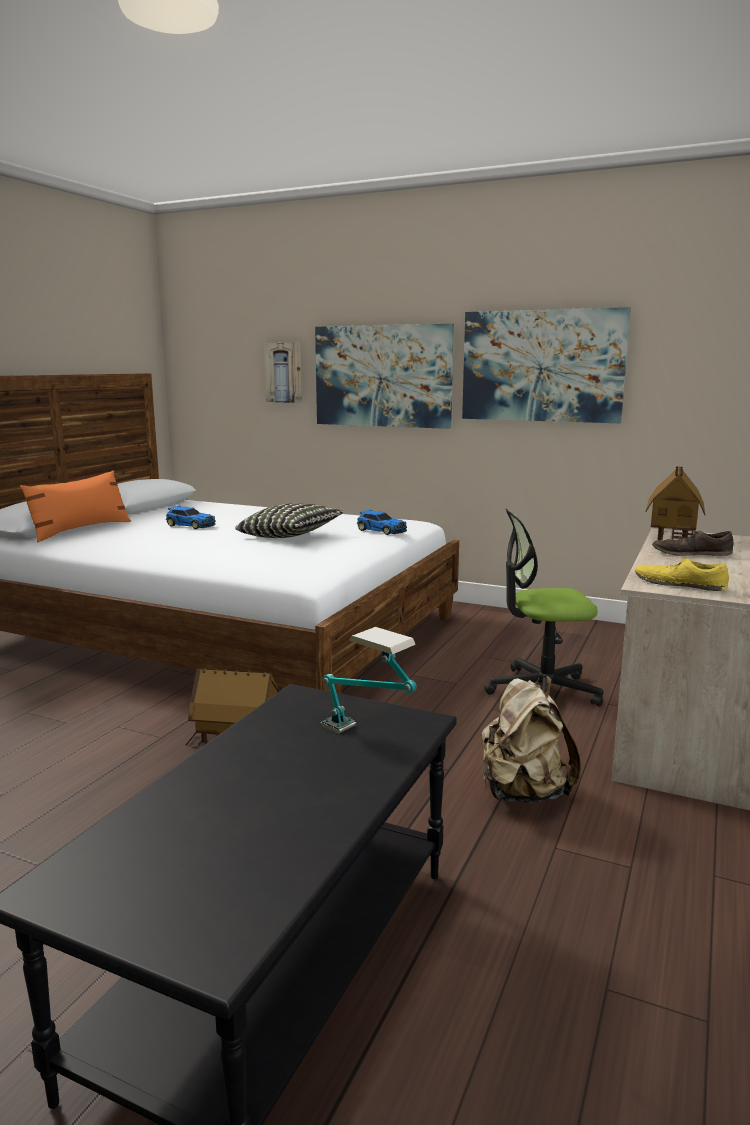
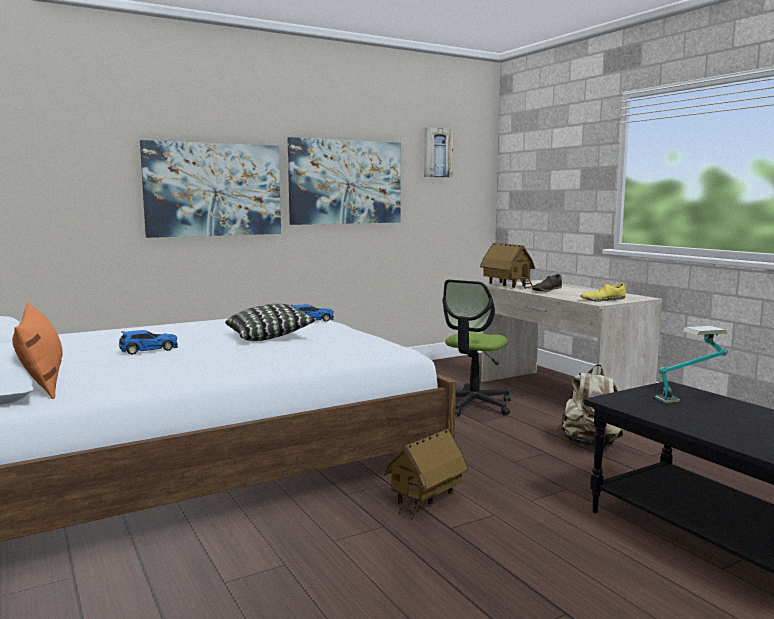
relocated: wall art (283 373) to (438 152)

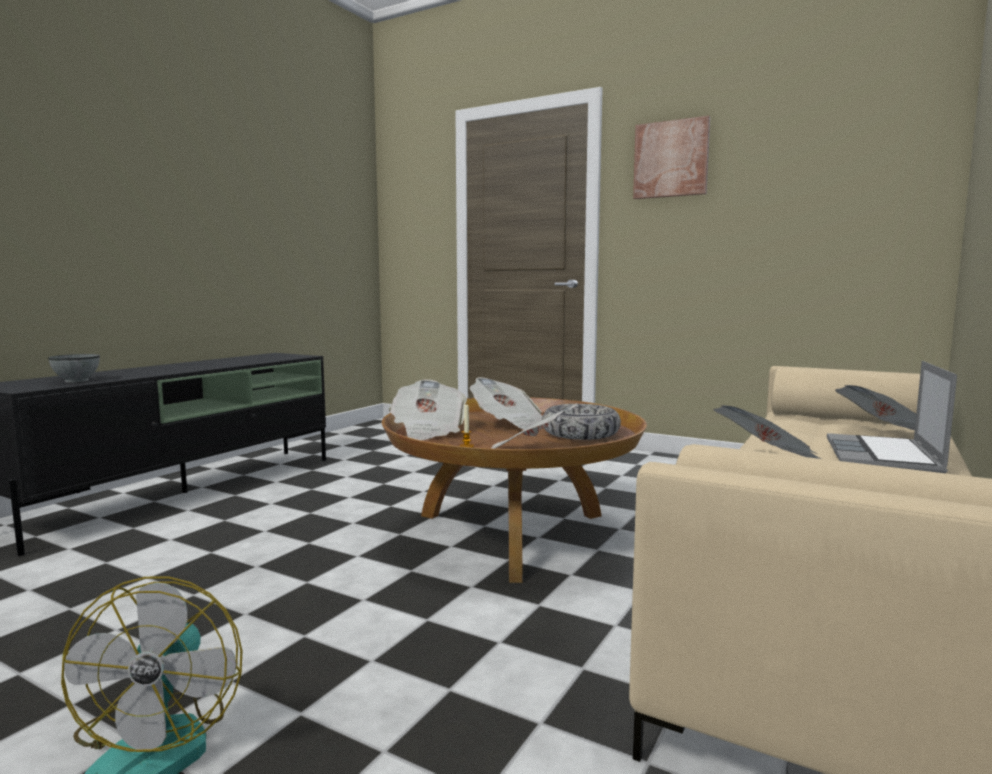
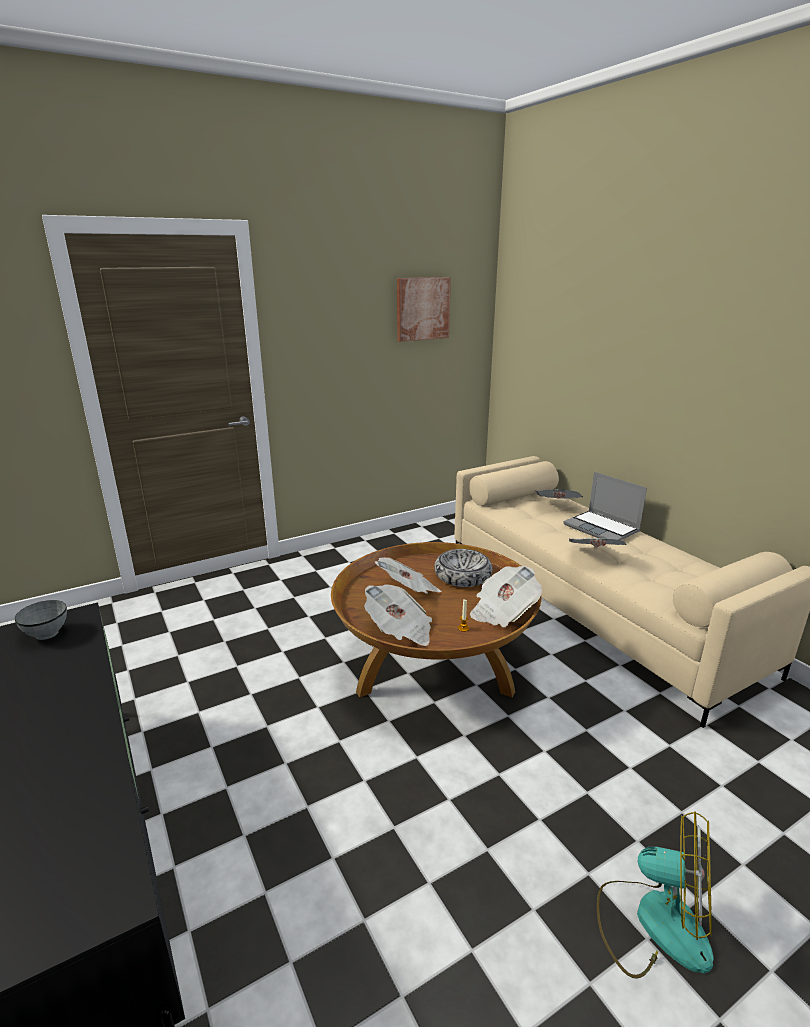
relocated: greyish bowl (74 368) to (41 620); wall art (671 157) to (424 309)

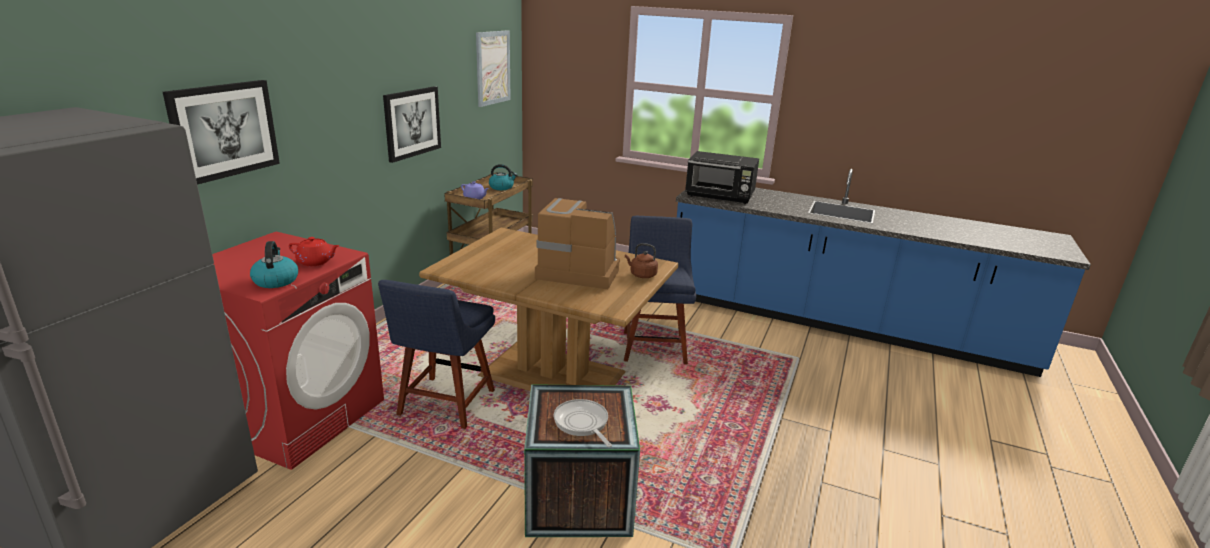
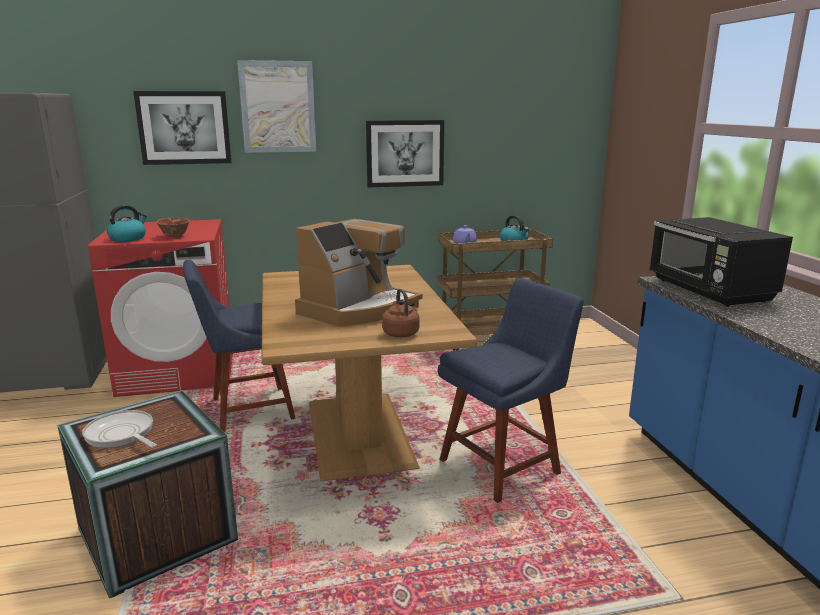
relocated: wall art (493 68) to (276 106)
exchanged: reddish tea pot (314 251) to bowl (173 227)
spun: coffee machine (577 243) = (358 273) 60 degrees clockwise; skillet (583 423) = (119 429) 75 degrees counterclockwise

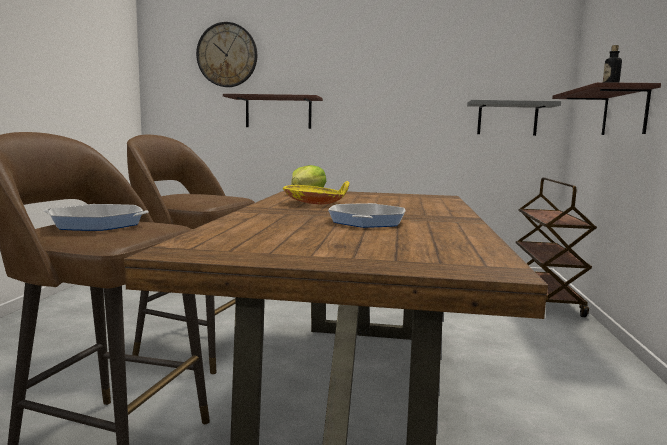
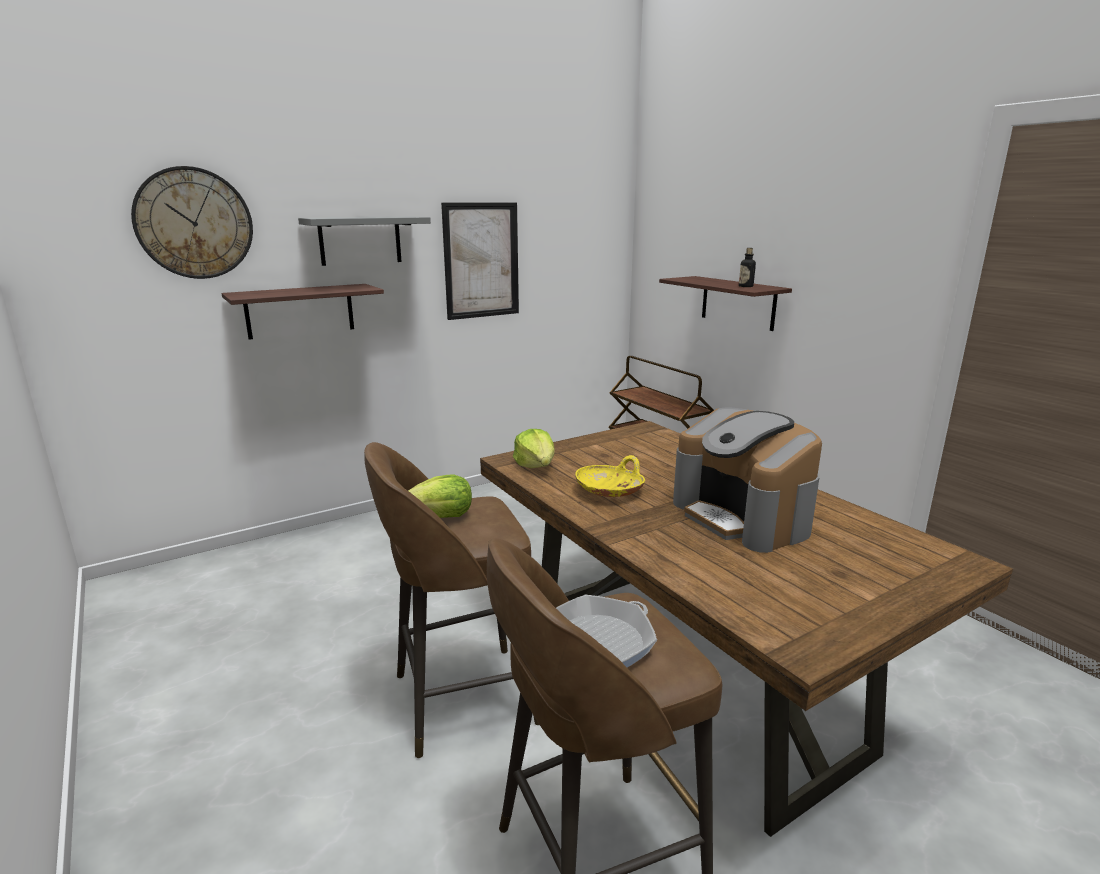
appeared: lettuce head (440 496); wall art (480 261)
relocated: greyish shelf (514 118) to (364 241)
exchanged: skillet (366 215) to coffee machine (747 480)

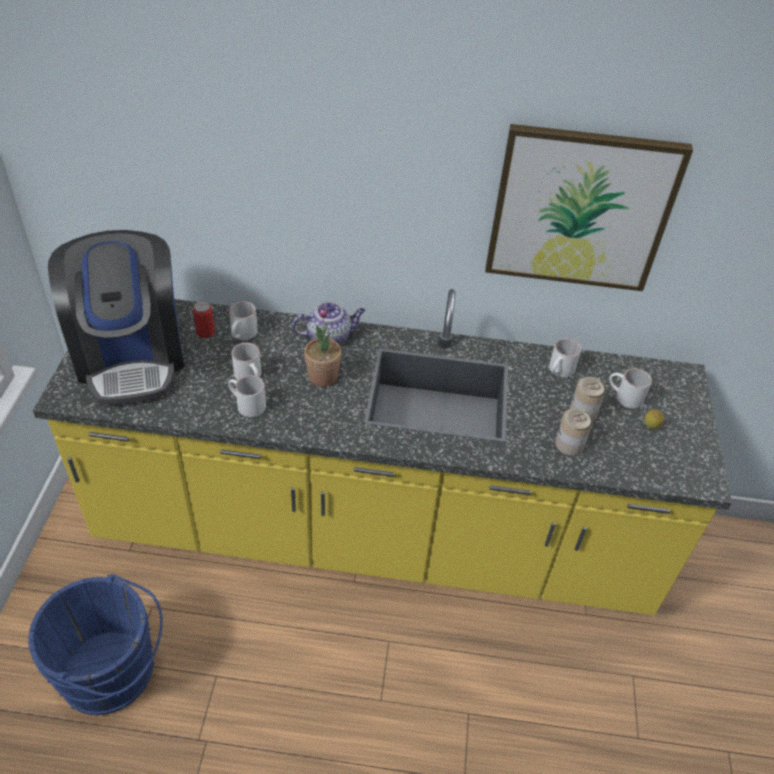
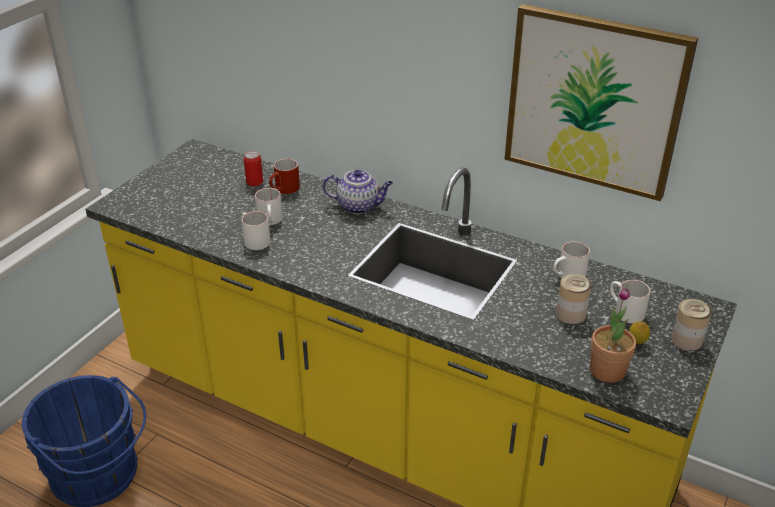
missing: coffee machine (116 317)
relocated: houseplant (323 347) to (613 335); can (574 432) to (691 325)
colour: white tea mug (243 320) to reddish tea mug (284 176)

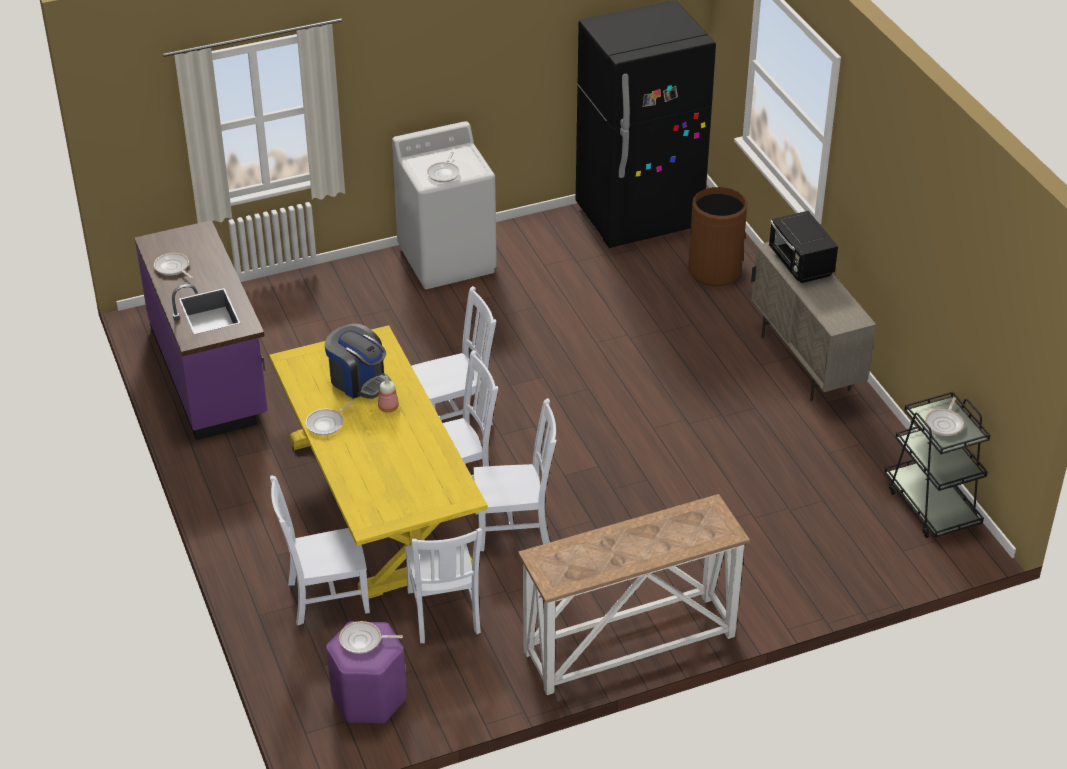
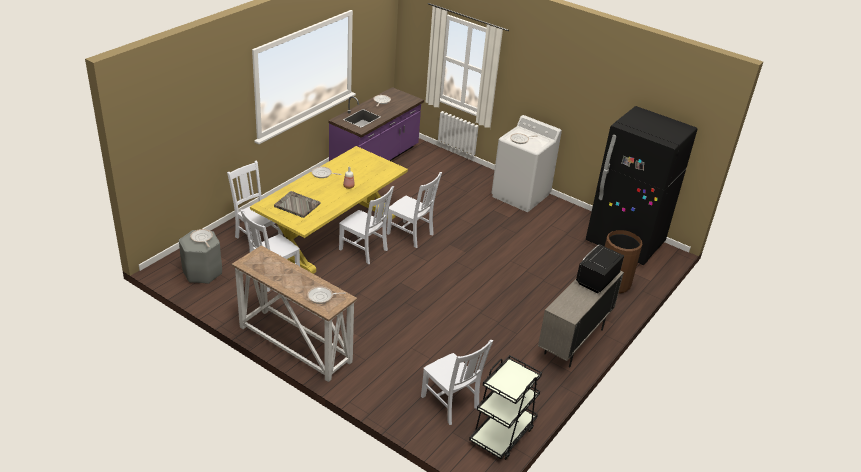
missing: coffee machine (357 361)
appeared: greyish serving tray (297 204)
relocated: white plain chair (515 474) to (457 382); skillet (944 416) to (326 295)
colour: purple sitting stool (366 672) to greyish sitting stool (200 257)

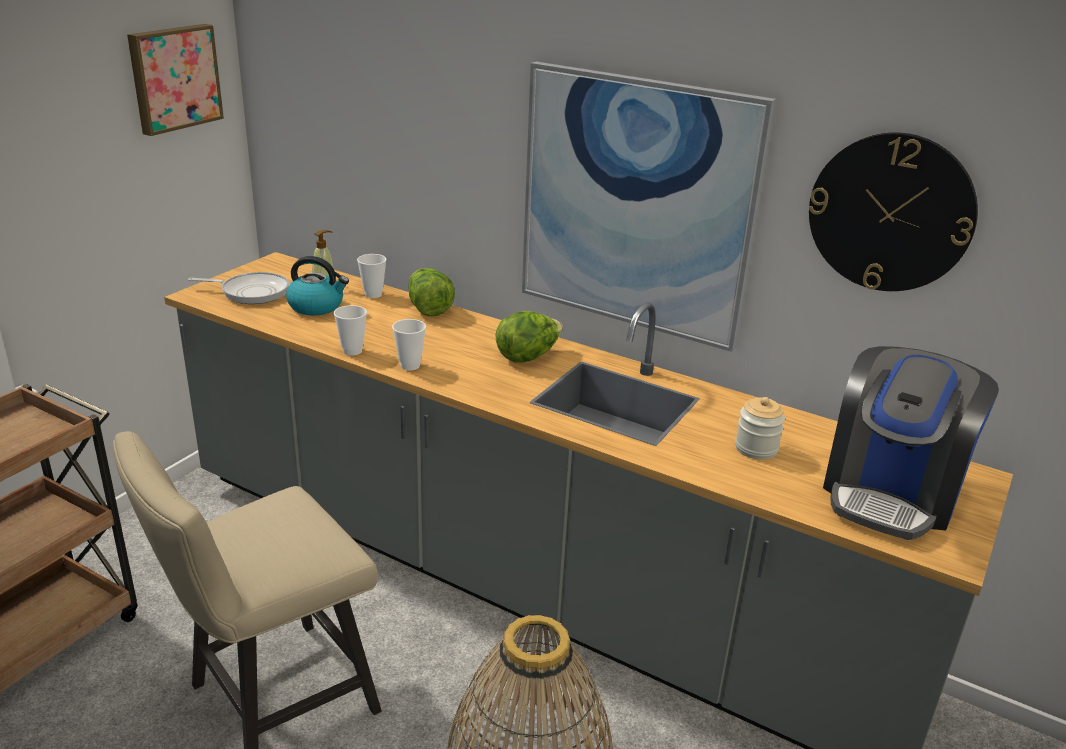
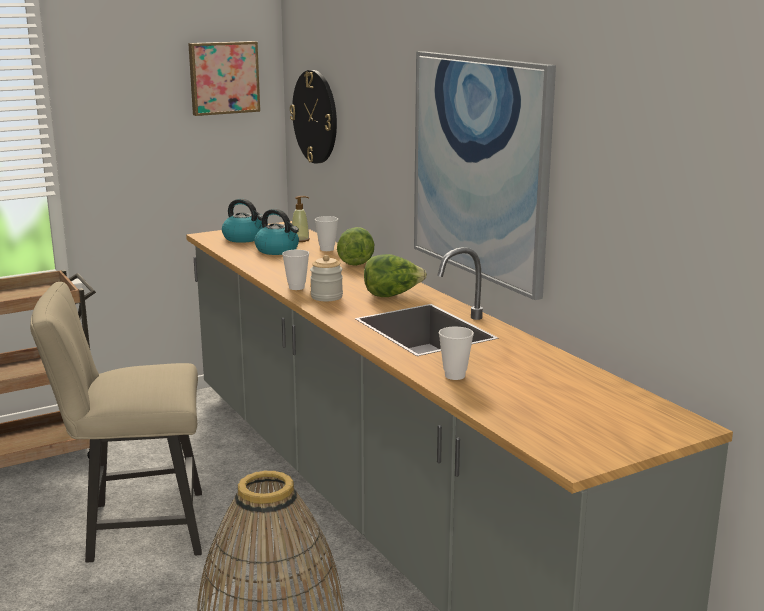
missing: coffee machine (911 443)
relocated: small cup (350 330) to (456 353); storage jar (760 428) to (326 278); wall clock (893 211) to (313 117)
exchanged: skillet (238 288) to kettle (242 220)

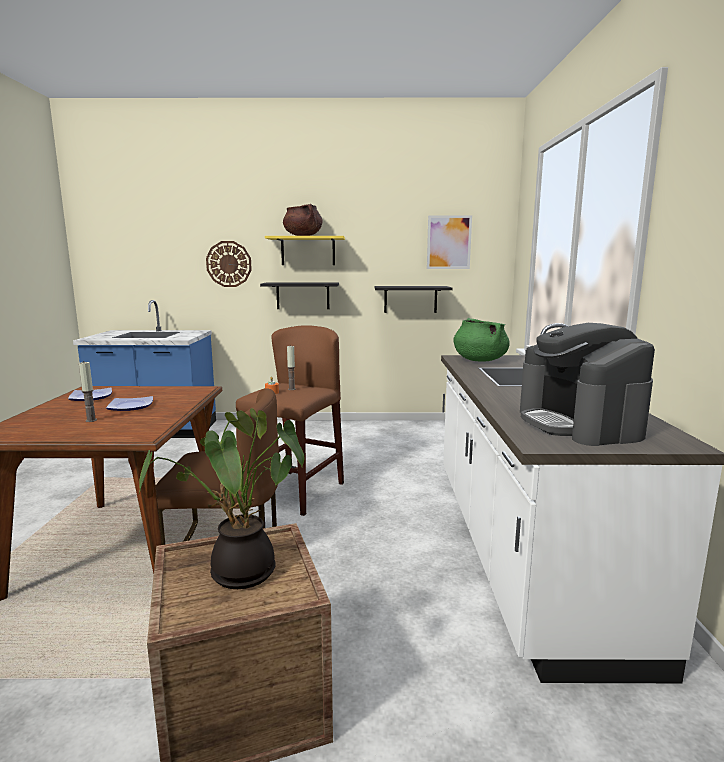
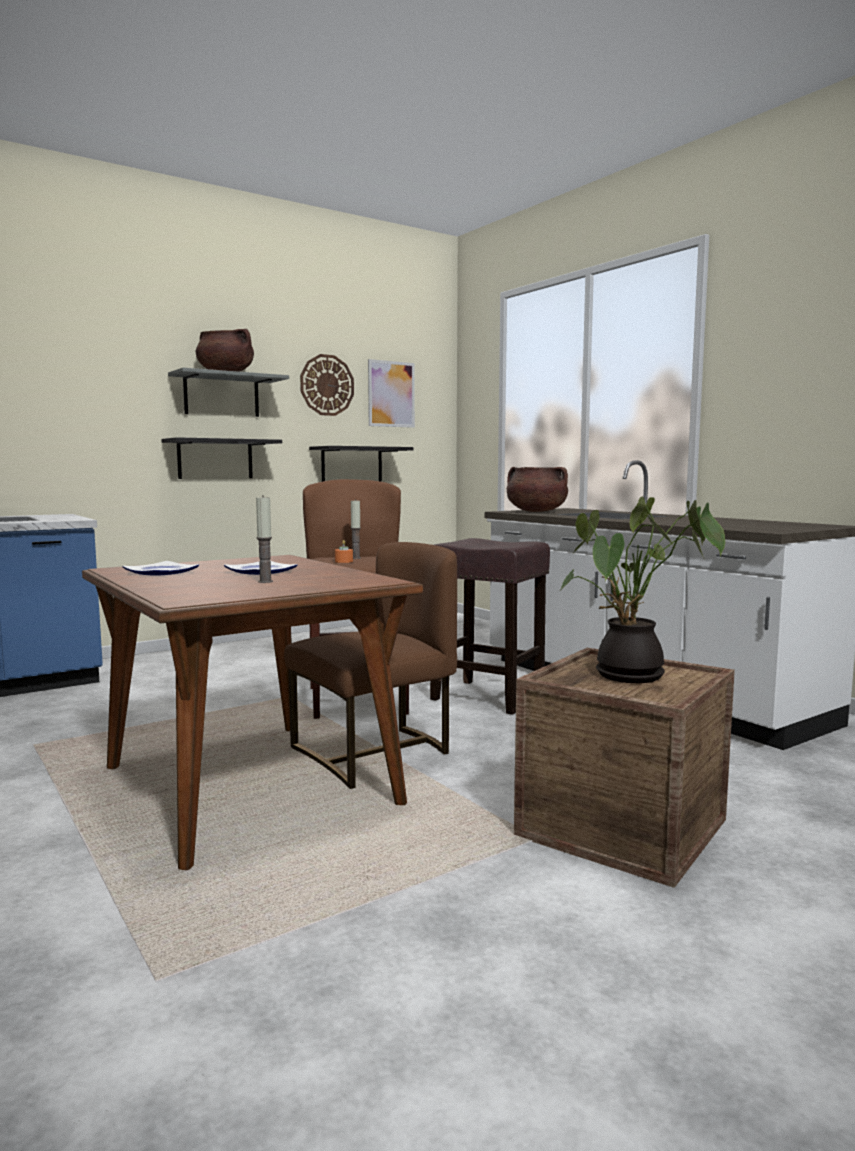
missing: coffee machine (587 384)
appeared: brownish sitting stool (490 626)
relocated: wall clock (229 264) to (327 385)
colour: yellow-coloured shelf (305 250) to greyish shelf (228 392); green cooking pot (481 339) to brownish cooking pot (537 489)

